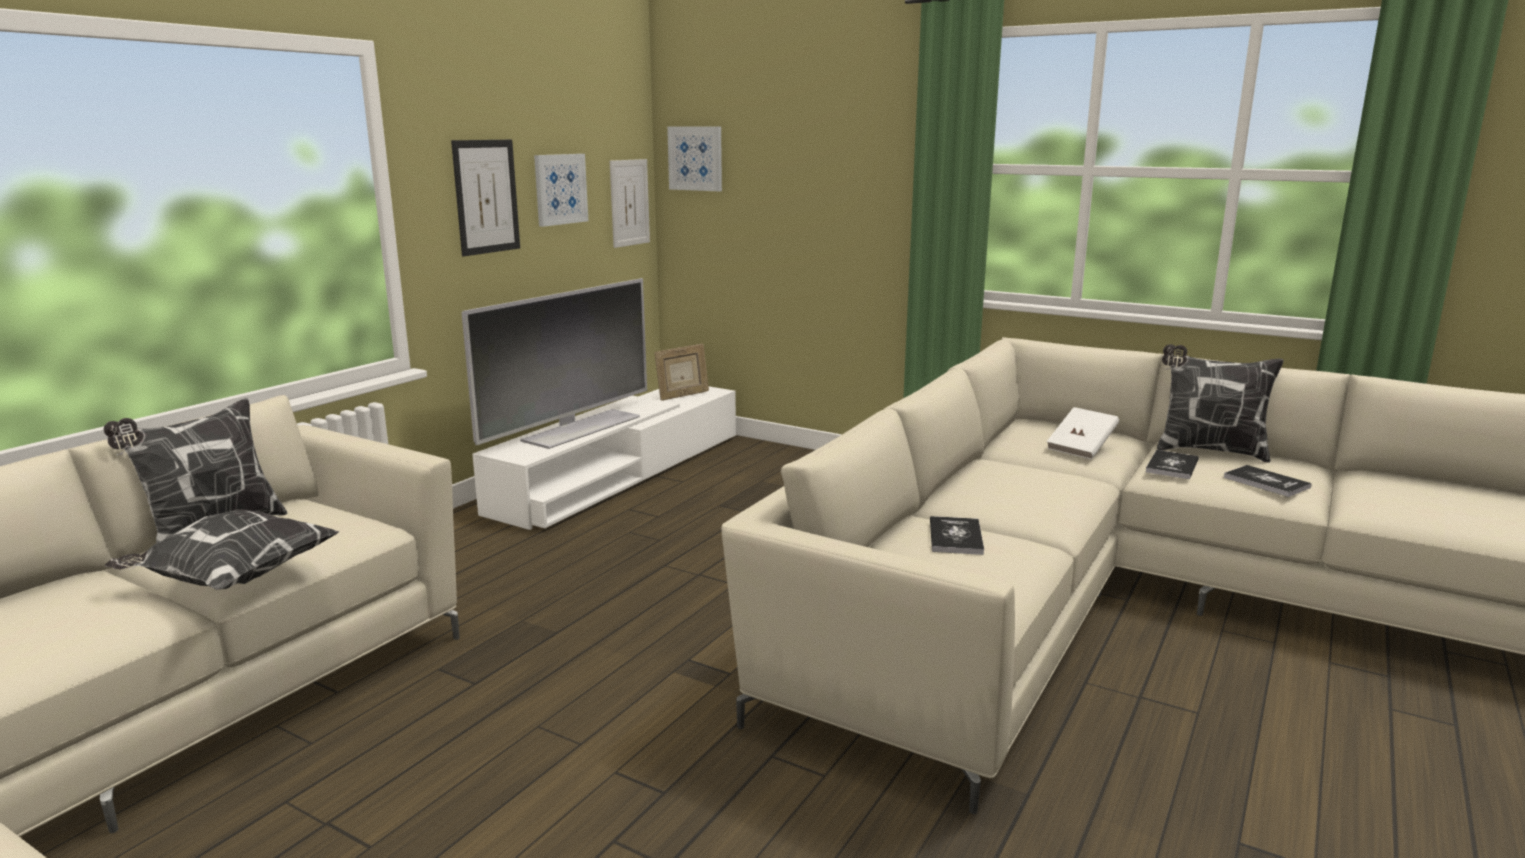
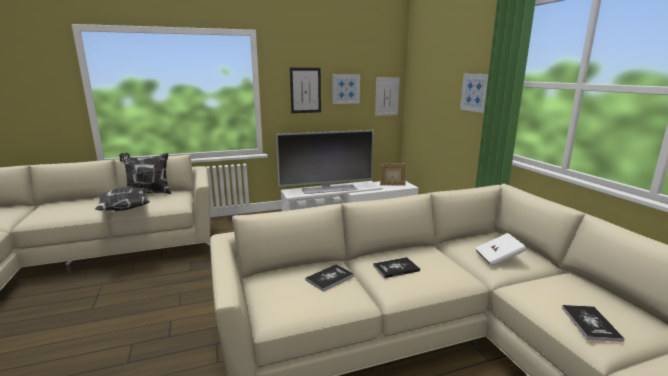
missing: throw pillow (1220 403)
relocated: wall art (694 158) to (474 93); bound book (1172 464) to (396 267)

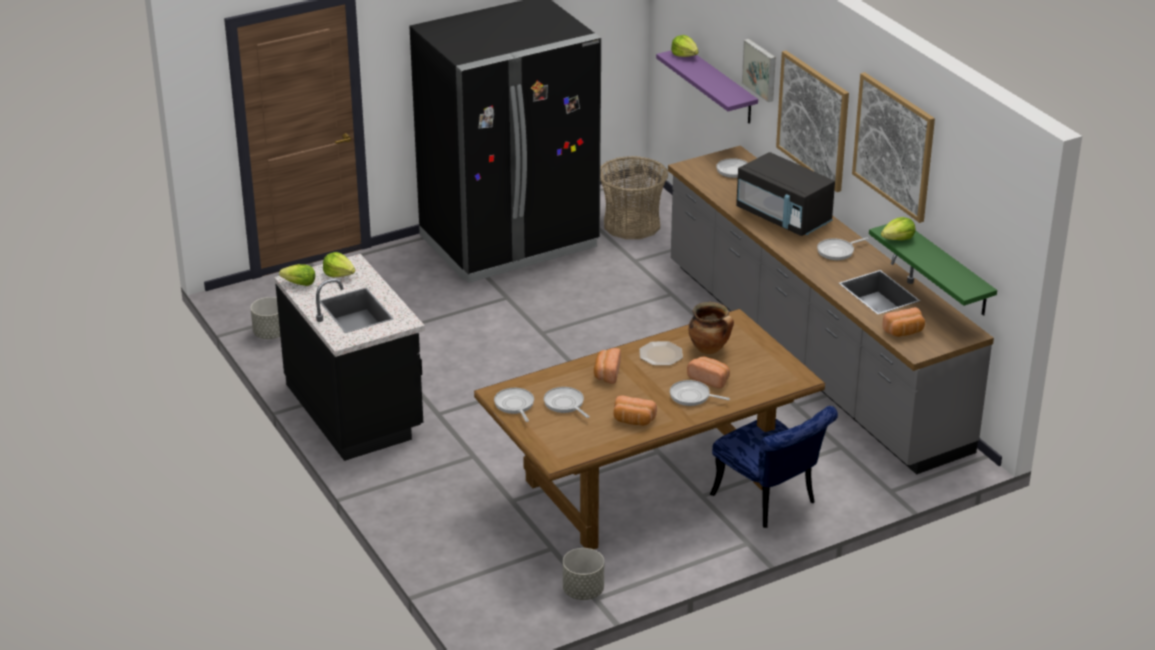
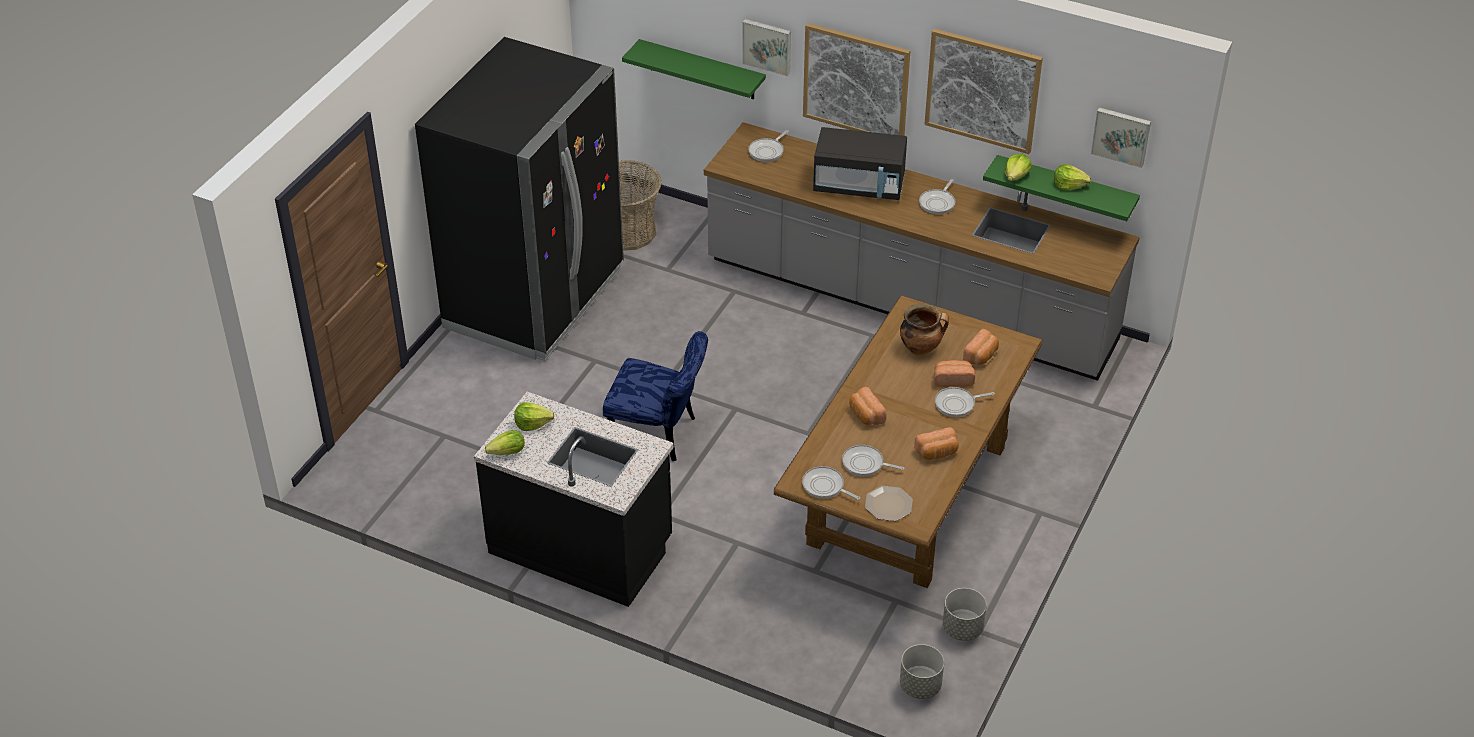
appeared: wall art (1121 137)
relocated: greyish flower pot (265 318) to (922 671); flat dish (661 353) to (889 503); lettuce head (685 46) to (1072 177); blue-coloured plain chair (774 467) to (655 396); bread (903 322) to (981 347)
colour: purple shelf (707 87) to green shelf (694 69)

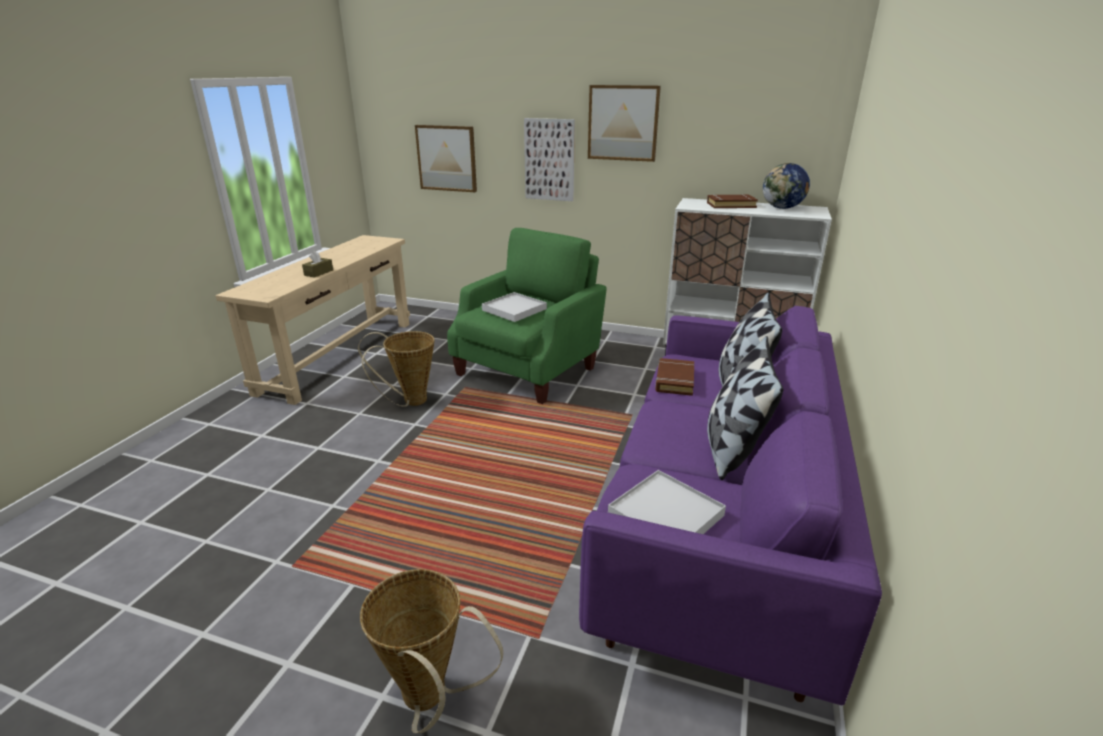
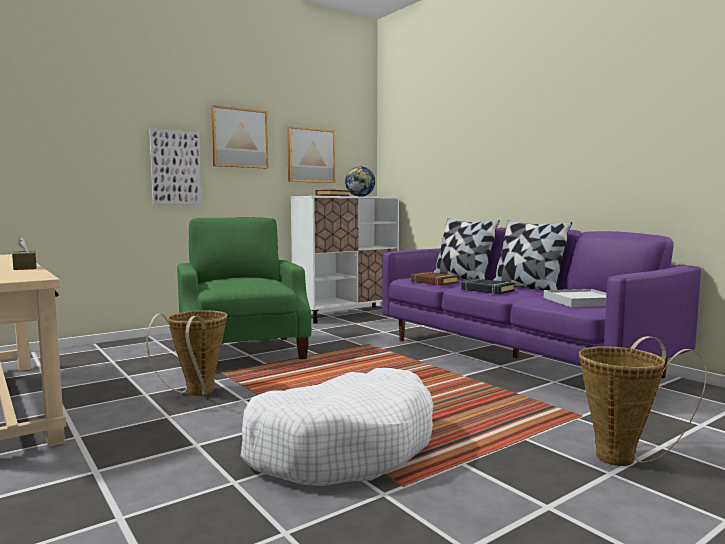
missing: white serving tray (514 307)
appeared: white dog cushion (336 427); black-coloured bound book (488 286)
relocated: wall art (446 158) to (311 154)

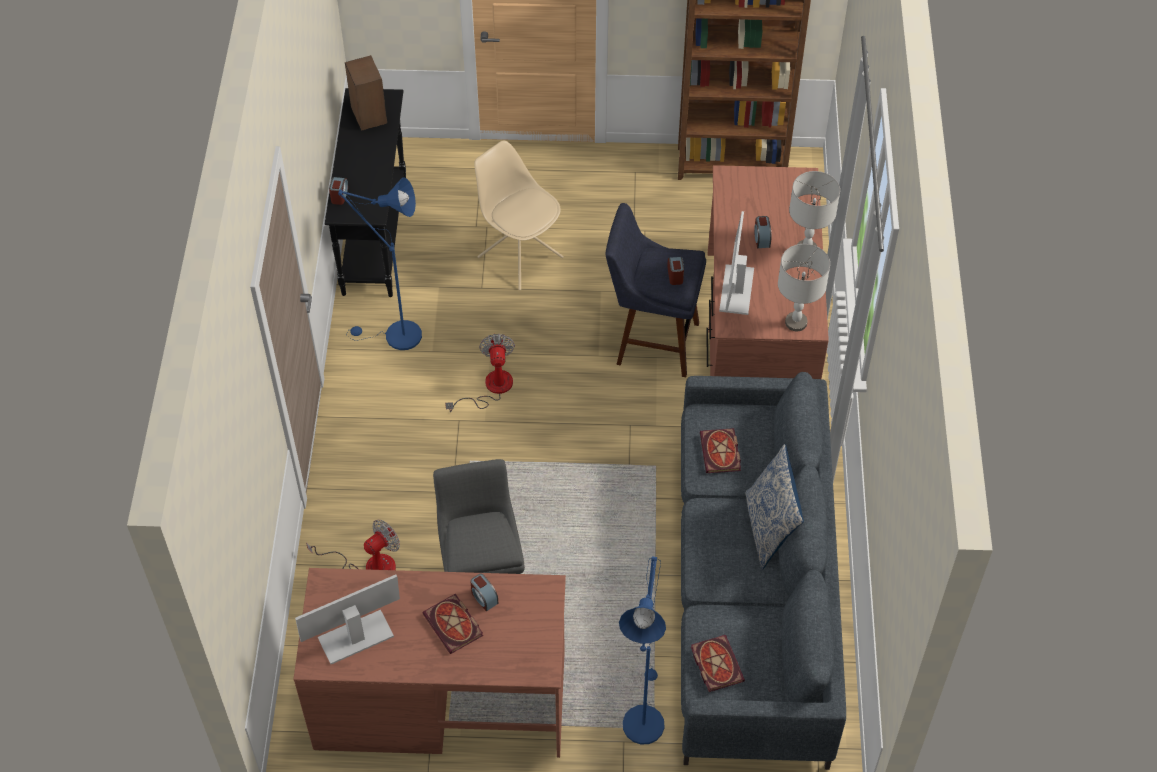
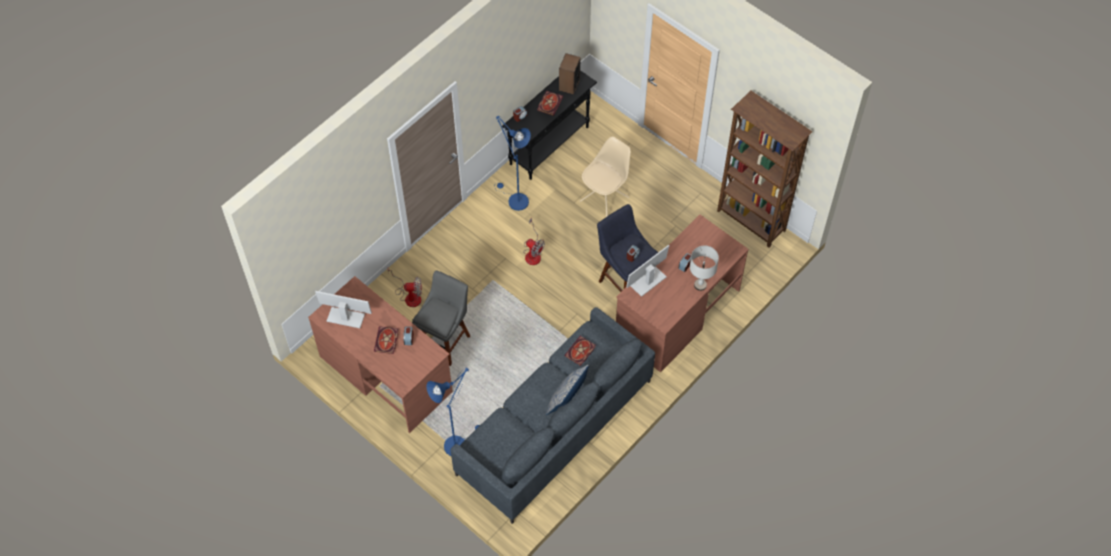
missing: greyish lamp for a table (804 287)
relocated: bound book (718 663) to (550 103)
spun: electric fan (480 373) = (534 241) 90 degrees clockwise; beige plain chair (519 215) = (605 176) 45 degrees clockwise

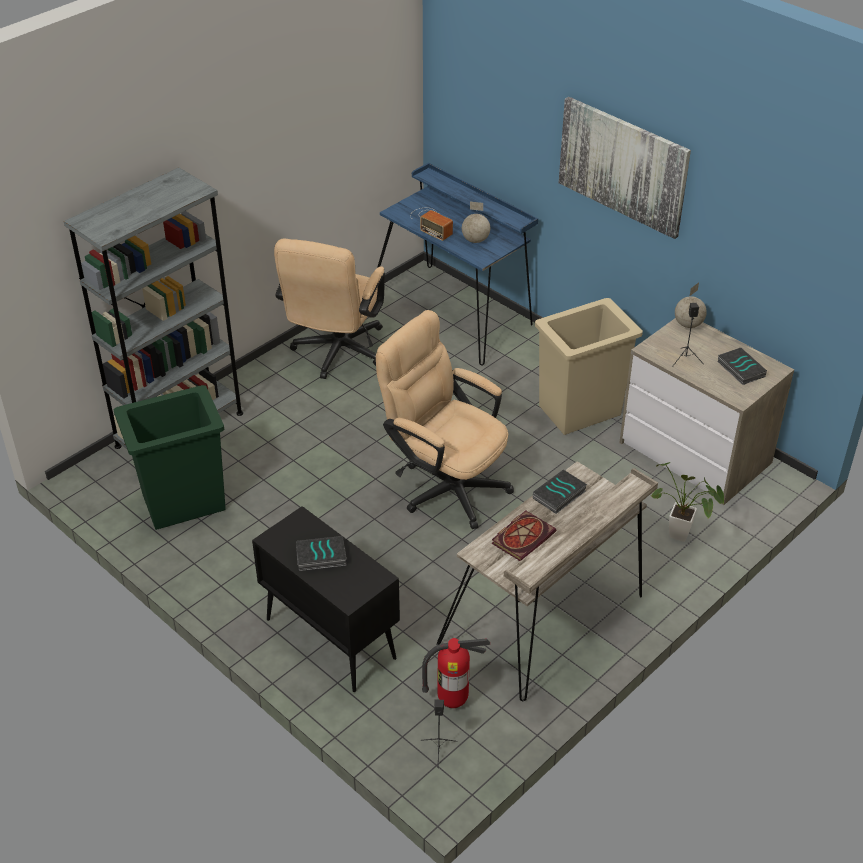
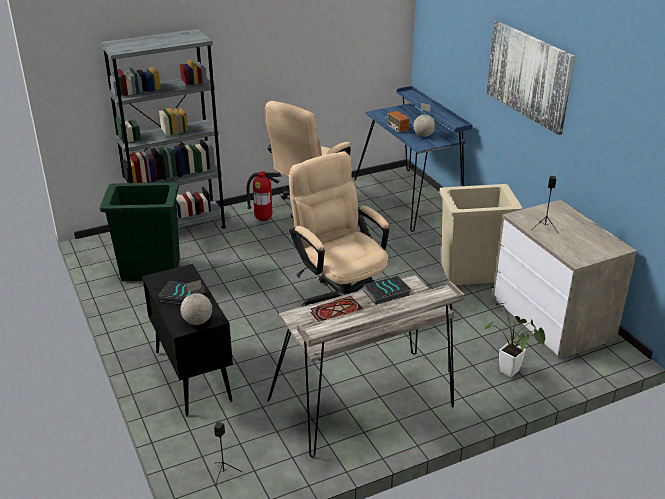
missing: bound book (742 366)
relocated: fire-fighting cylinder (456 673) to (263 196); globe (691 305) to (196 302)

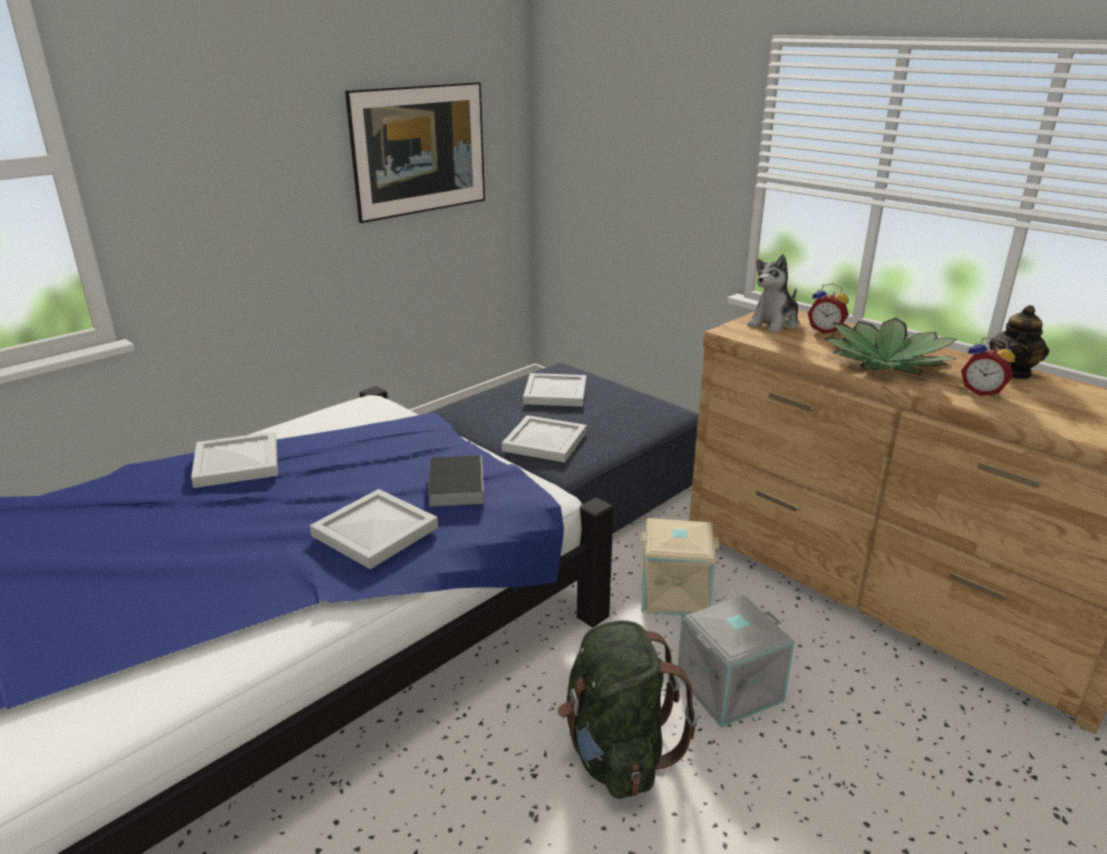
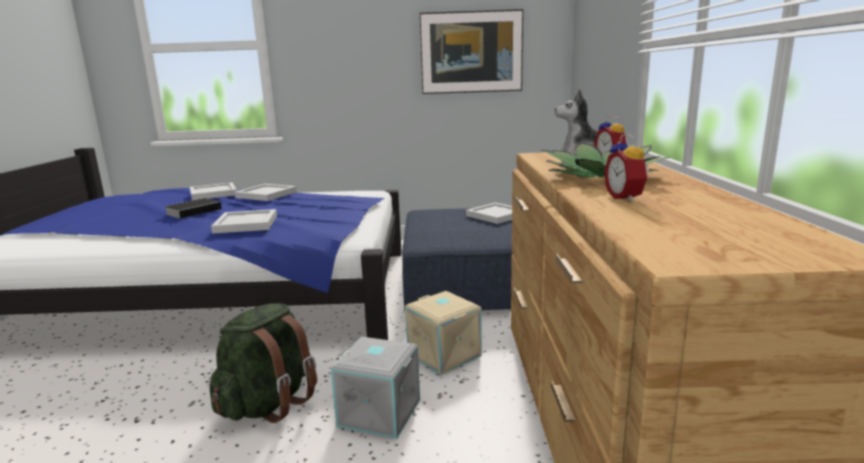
missing: tea pot (1019 342)
relocated: bound book (456 481) to (193 208); white serving tray (544 438) to (213 191)

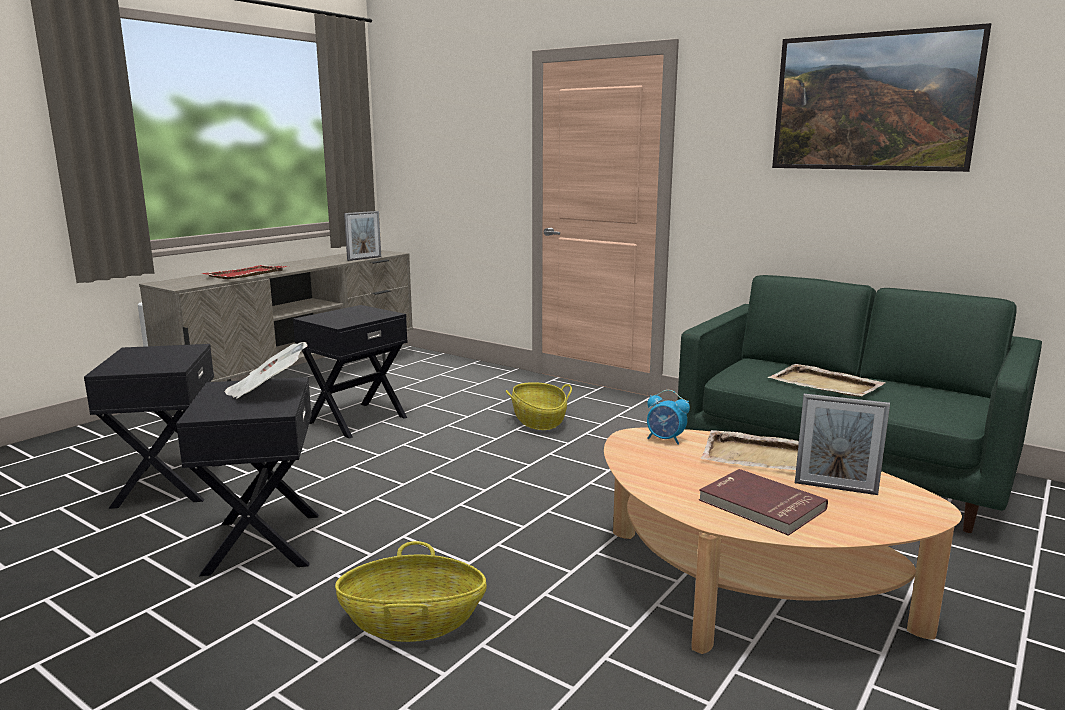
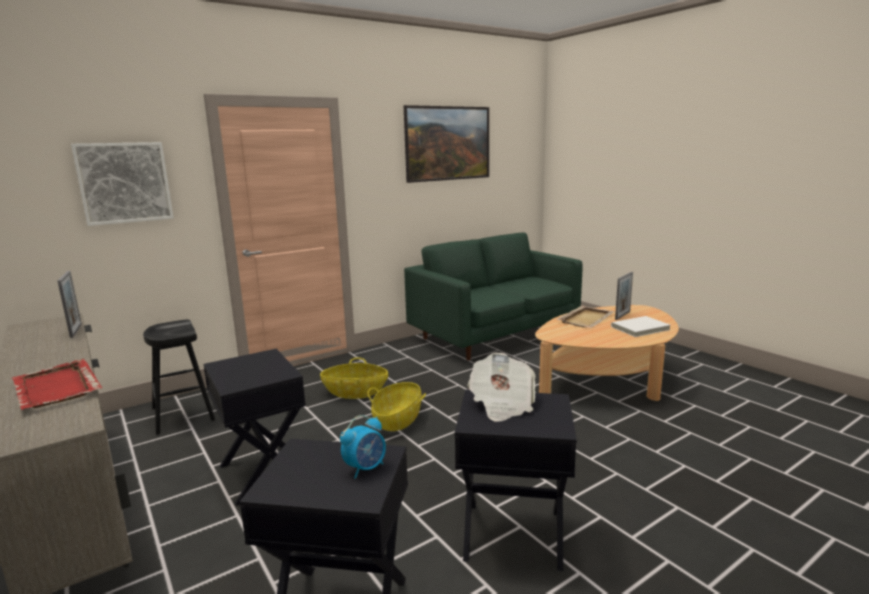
missing: beige serving tray (827 380)
appeared: wall art (122 184); black-coloured sitting stool (179 377)
relocated: household basket (411 591) to (396 406); alarm clock (668 417) to (363 447)
colour: reddish bound book (763 502) to white bound book (640 326)

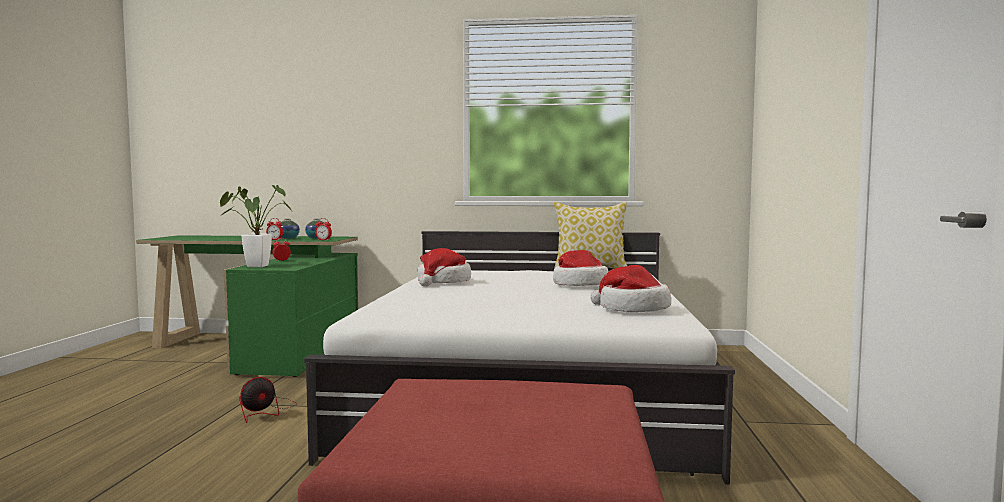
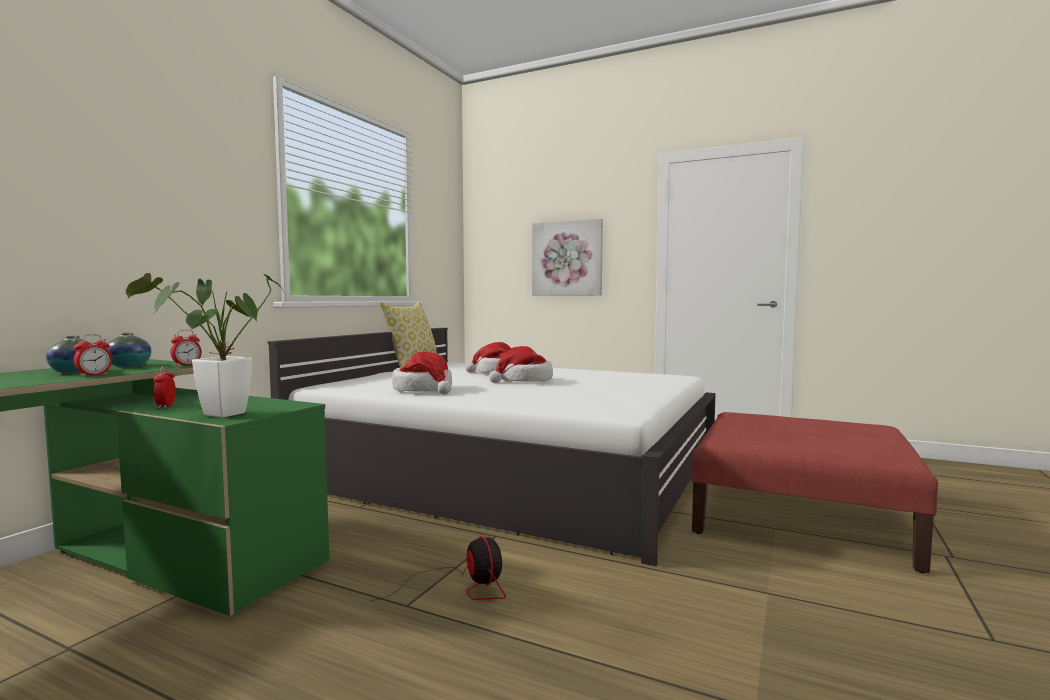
appeared: wall art (567 257)
relocated: hat (630 288) to (521 364)

